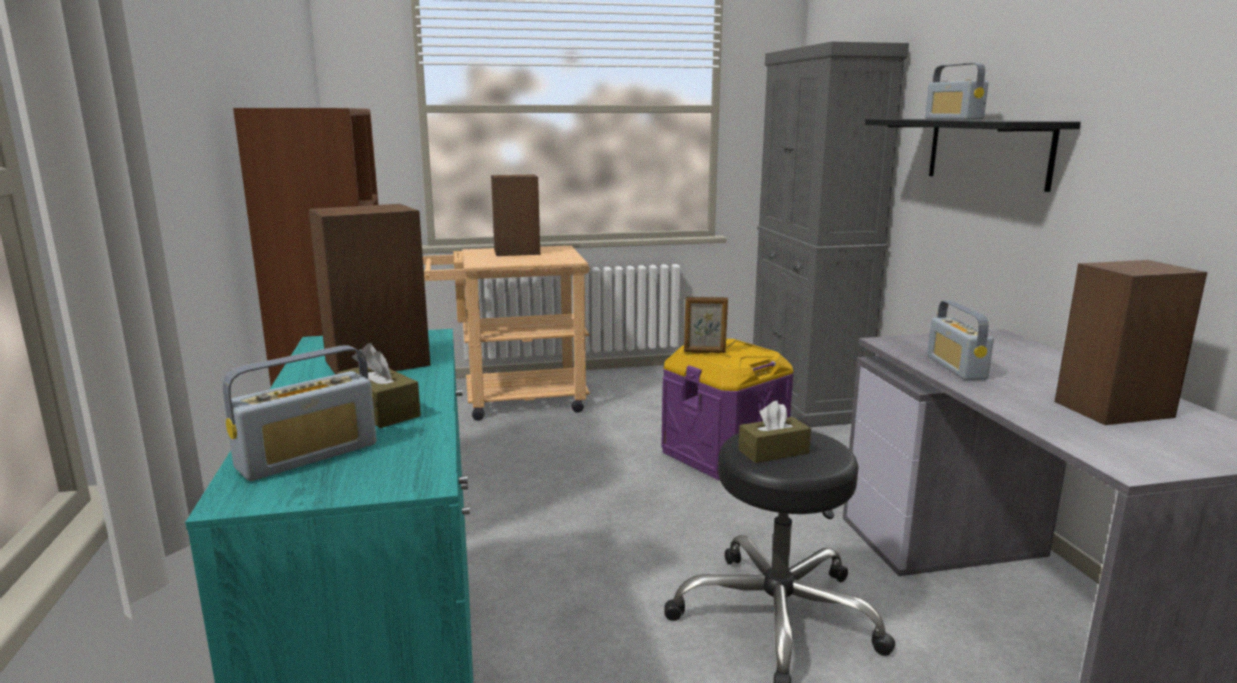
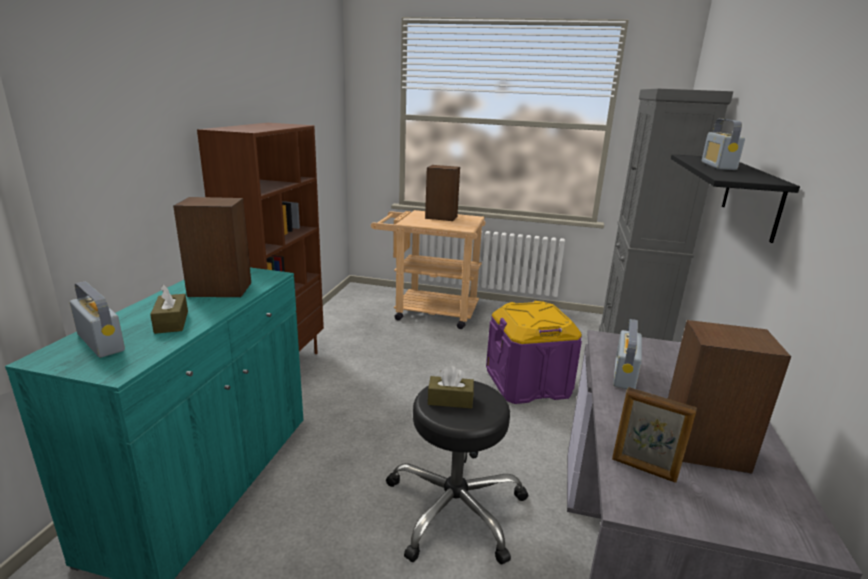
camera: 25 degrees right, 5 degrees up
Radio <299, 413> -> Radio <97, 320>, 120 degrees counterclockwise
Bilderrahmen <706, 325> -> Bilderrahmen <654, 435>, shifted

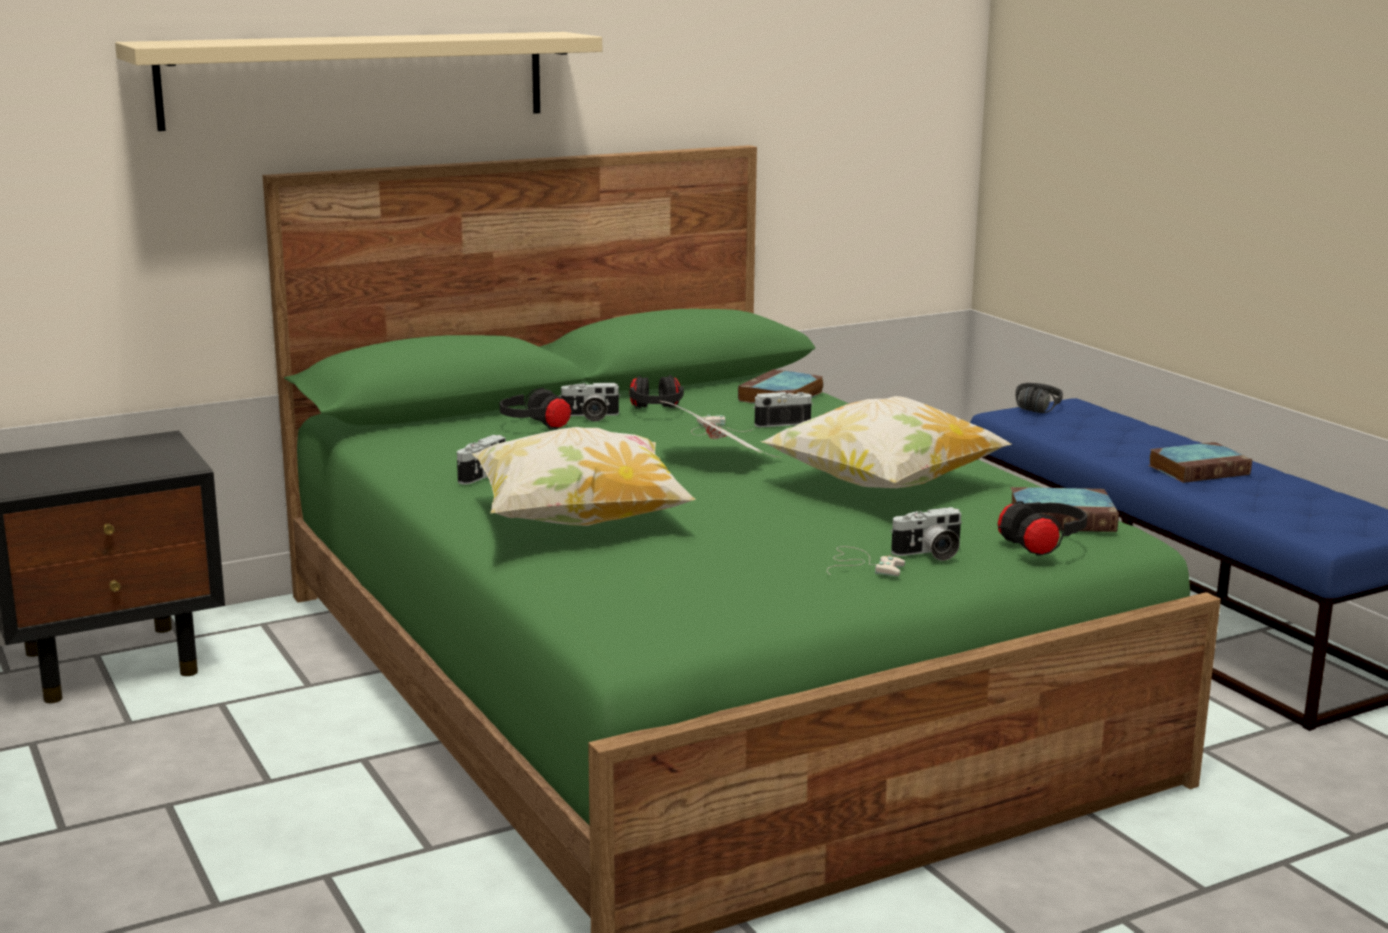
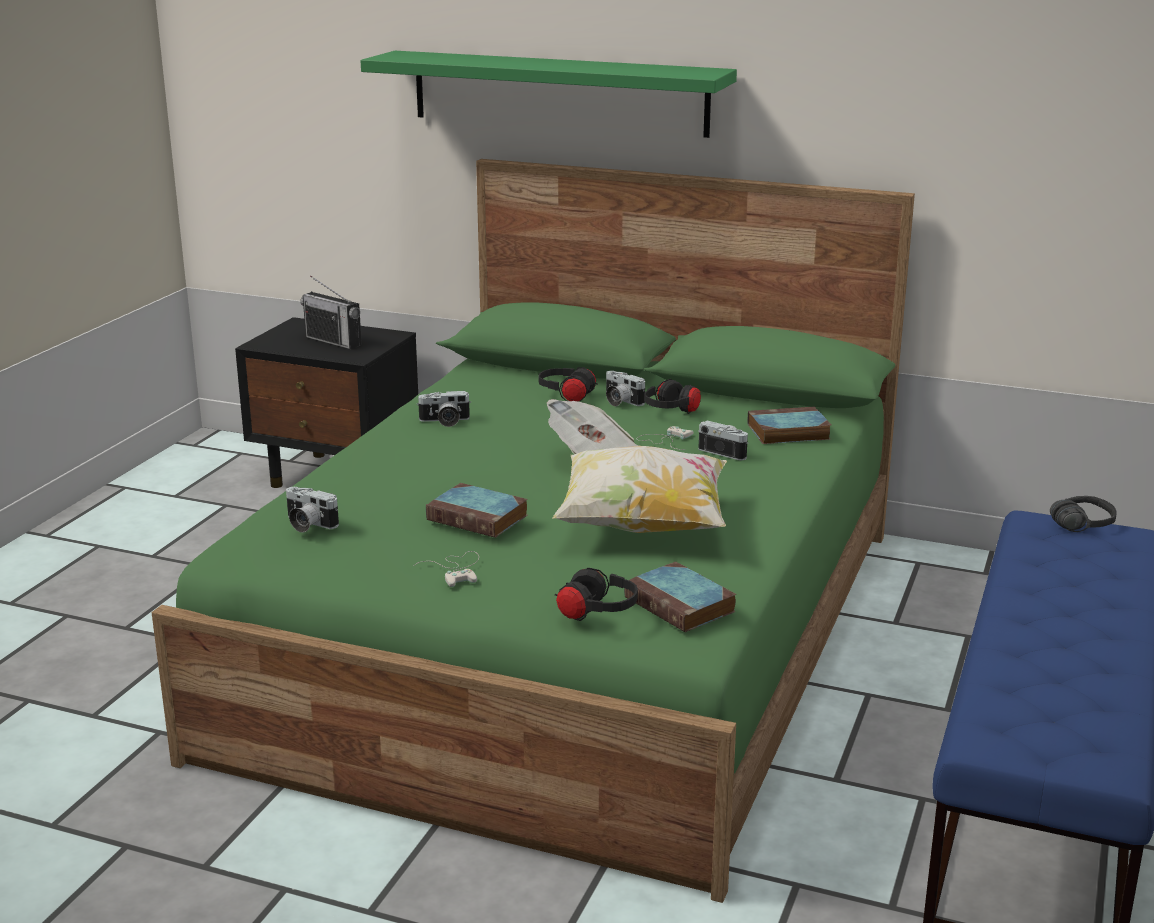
camera: 50 degrees right, 5 degrees up
Kamera <926, 534> -> Kamera <312, 510>, shifted
none -> Radio <331, 312>
Wandregal/beige <358, 81> -> Wandregal/grün <548, 94>
Buch <1200, 462> -> Buch <477, 510>, shifted
Kissen <584, 476> -> none

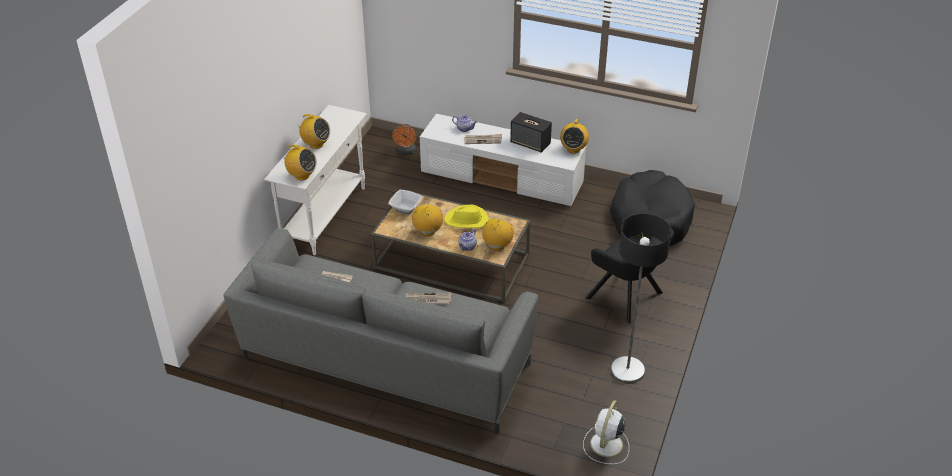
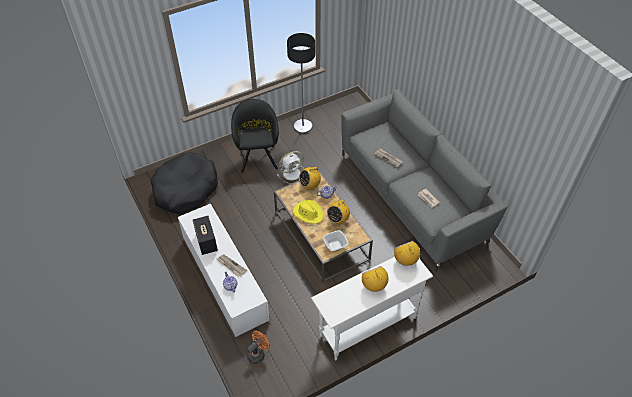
camera: 140 degrees left, 10 degrees up
Ventilator/weiß <606, 432> -> Ventilator/weiß <290, 167>, shifted
Radio <574, 136> -> none

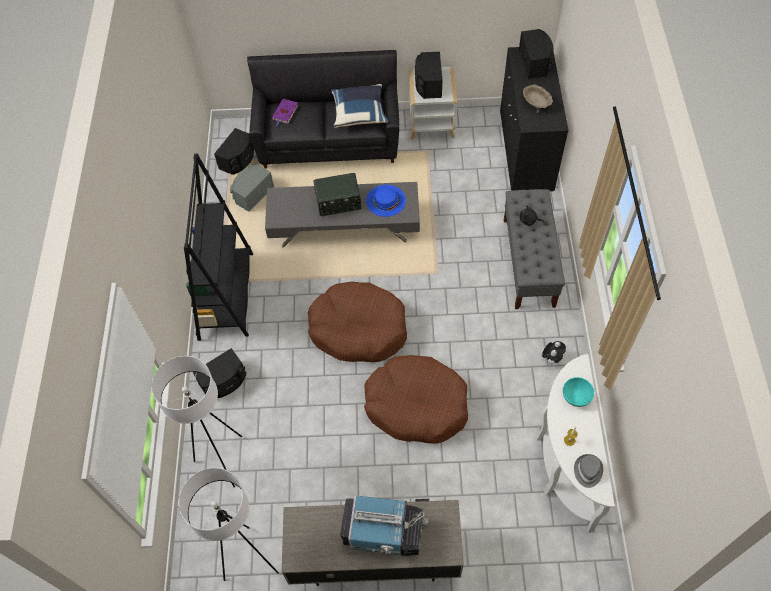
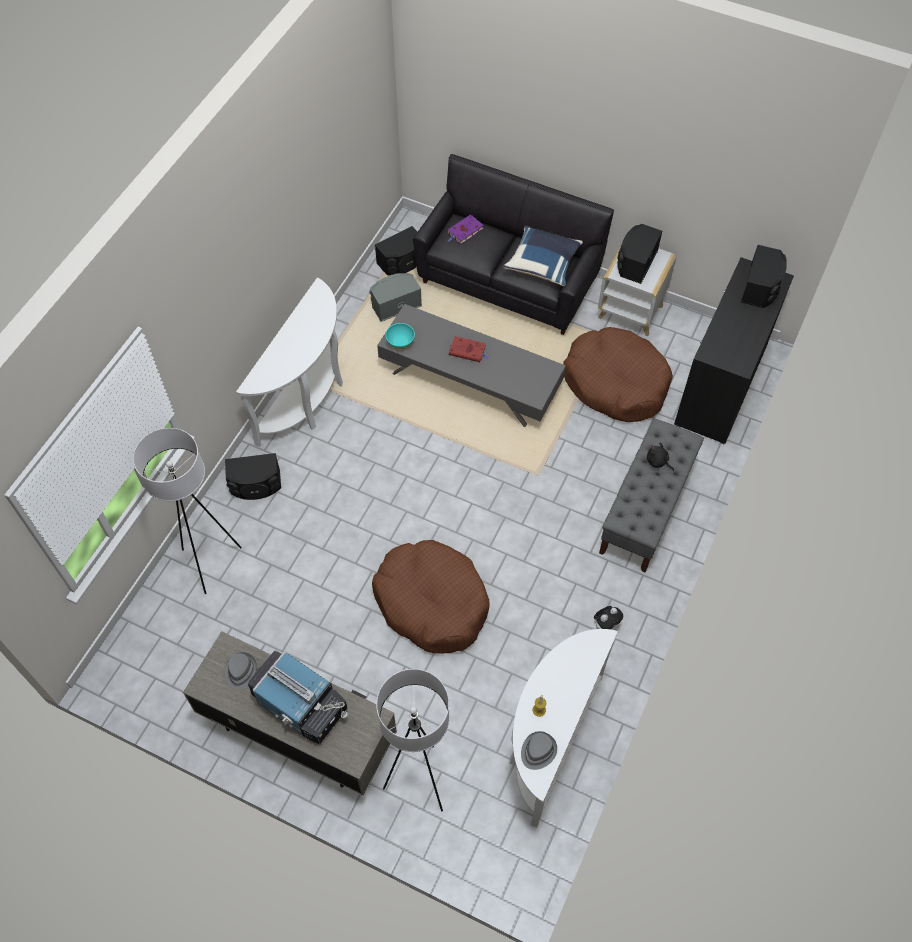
camera: 25 degrees right, 0 degrees up
none -> Hut/grau <241, 671>
Bücherregal/schwarz <218, 247> -> Konsolentisch/weiß <289, 362>
Stehlampe/weiß <229, 524> -> Stehlampe/weiß <413, 740>, shifted
Schüssel/türkis <578, 392> -> Schüssel/türkis <400, 336>, shifted
Radio <337, 194> -> Buch/rot <469, 349>
Hundebett/braun <357, 321> -> Hundebett/braun <618, 374>, shifted
Hut/blau <386, 201> -> none
Schüssel/beige <538, 98> -> none

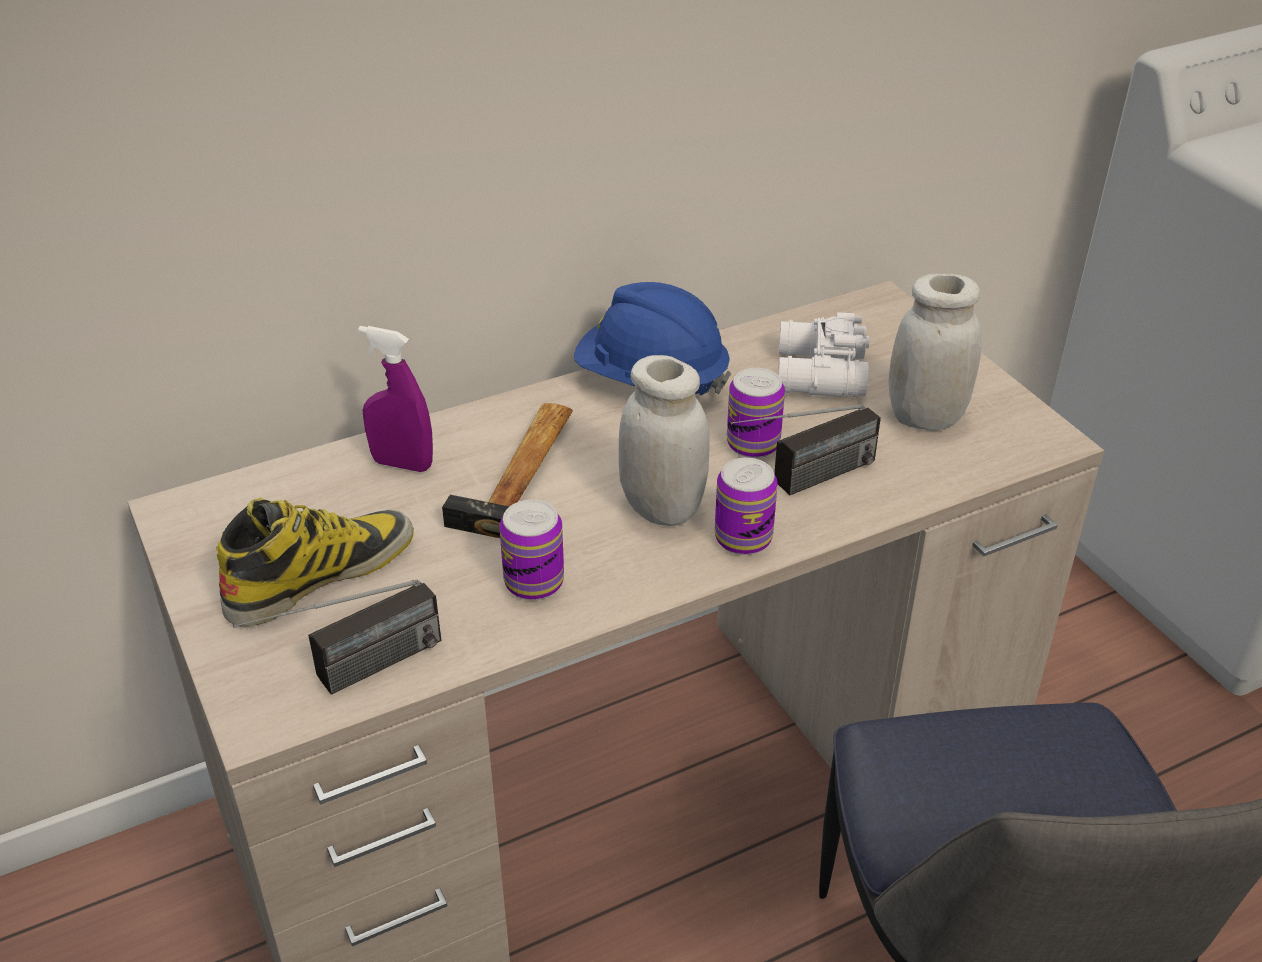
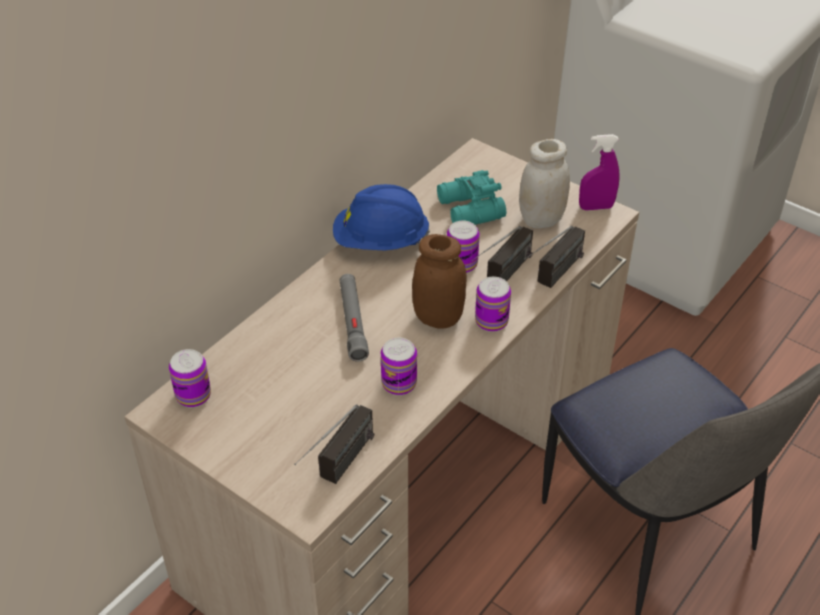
camera: 25 degrees left, 5 degrees up
none -> Dose <190, 378>
Hammer <507, 470> -> Taschenlampe/grau <354, 318>
Vorratsglas/weiß <664, 440> -> Vorratsglas/braun <439, 281>
Fernglas/weiß <823, 354> -> Fernglas/türkis <471, 197>
none -> Radio <554, 257>
Sprühflasche/lila <395, 399> -> Sprühflasche/lila <599, 172>, shifted
Stiefel <315, 562> -> none

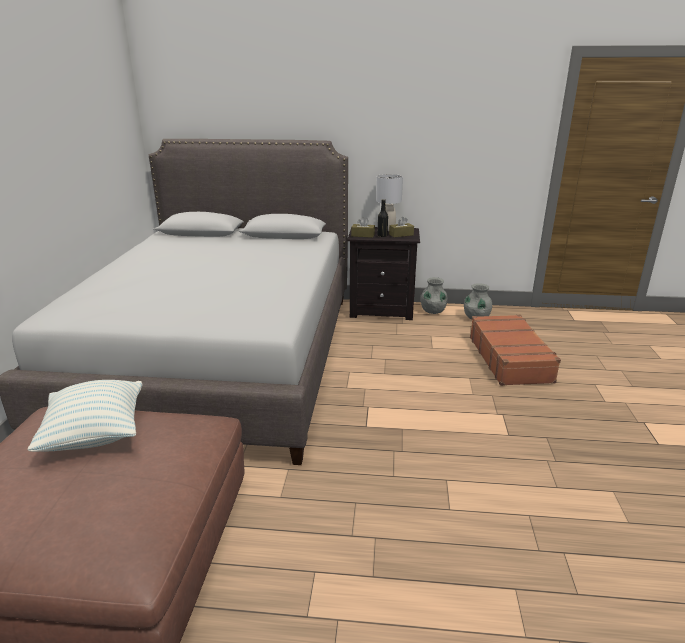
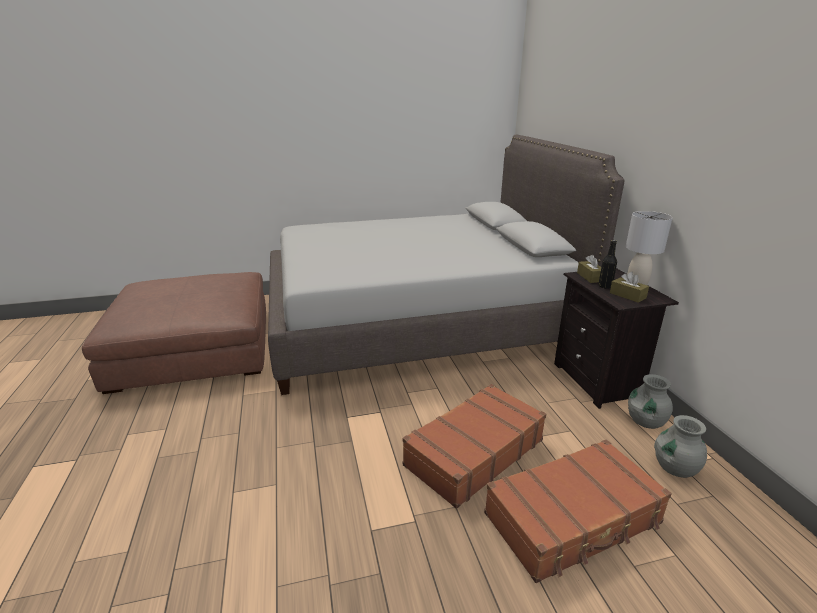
camera: 70 degrees right, 0 degrees up
none -> Koffer/braun <474, 446>
Kissen <85, 416> -> none

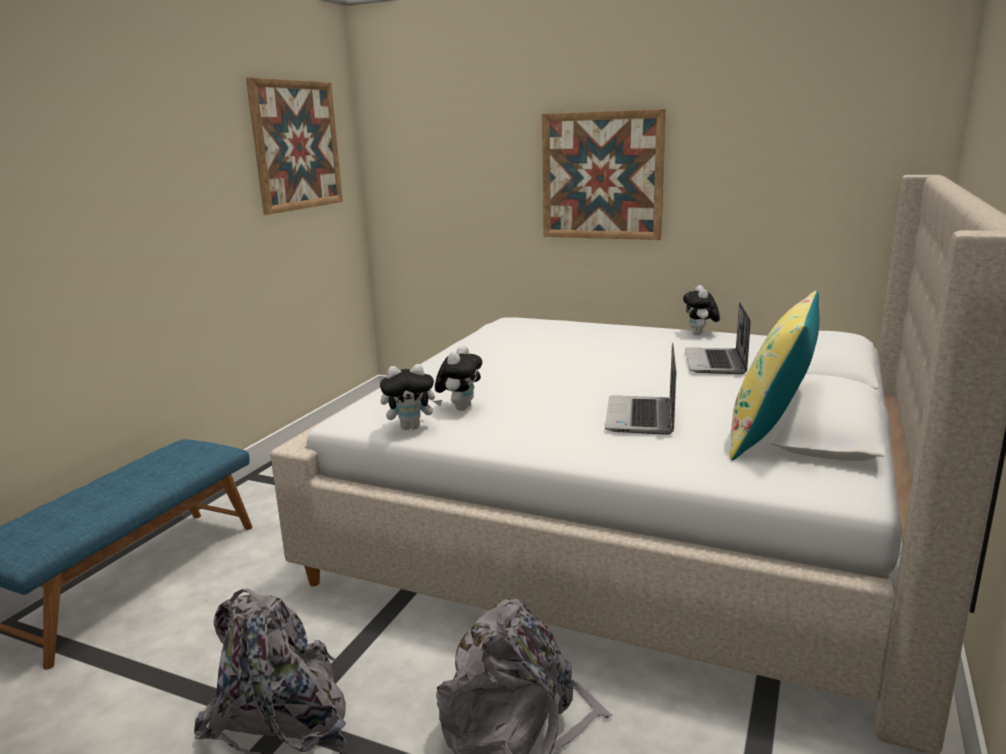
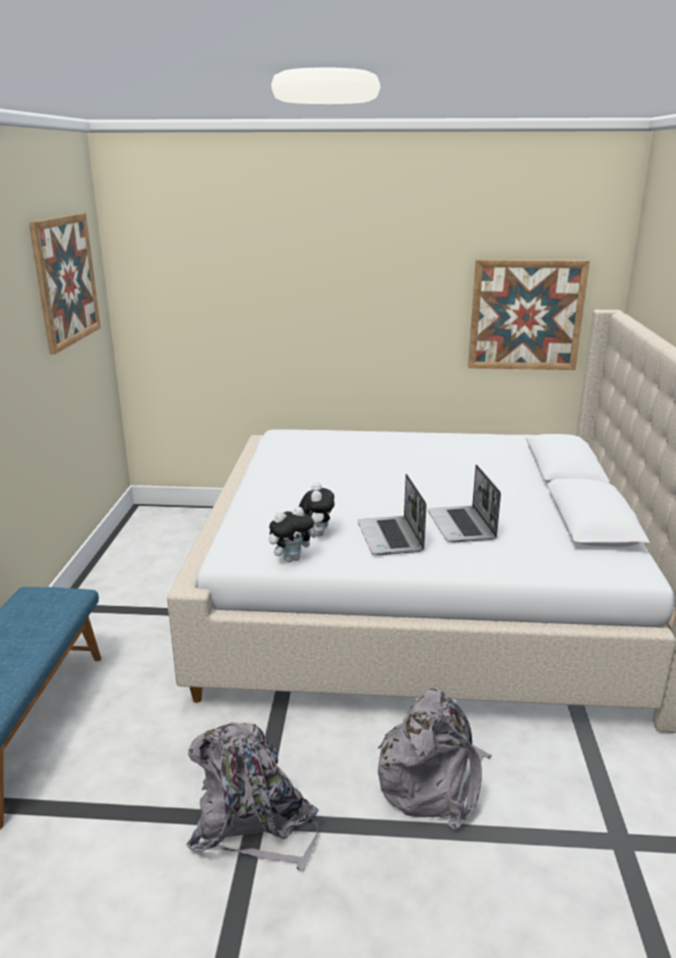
camera: 20 degrees left, 5 degrees up
Laptop <718, 338> -> Laptop <391, 514>, shifted
Bild <604, 174> -> Bild <529, 315>, shifted
Plüschtier <701, 310> -> none
Kissen/gelb <775, 375> -> none

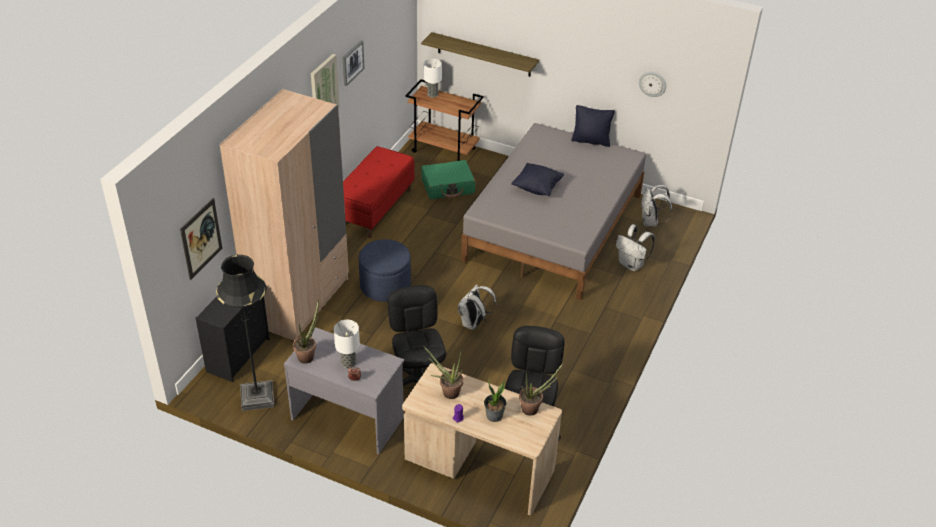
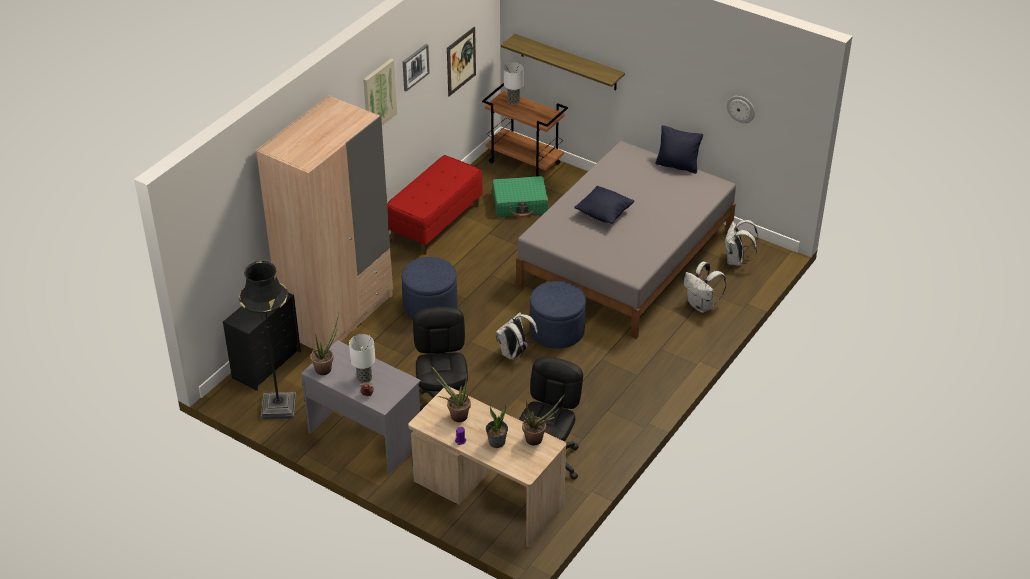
camera: 10 degrees right, 0 degrees up
Bild <201, 239> -> Bild <461, 61>, shifted
none -> Polsterhocker/blau <558, 315>

